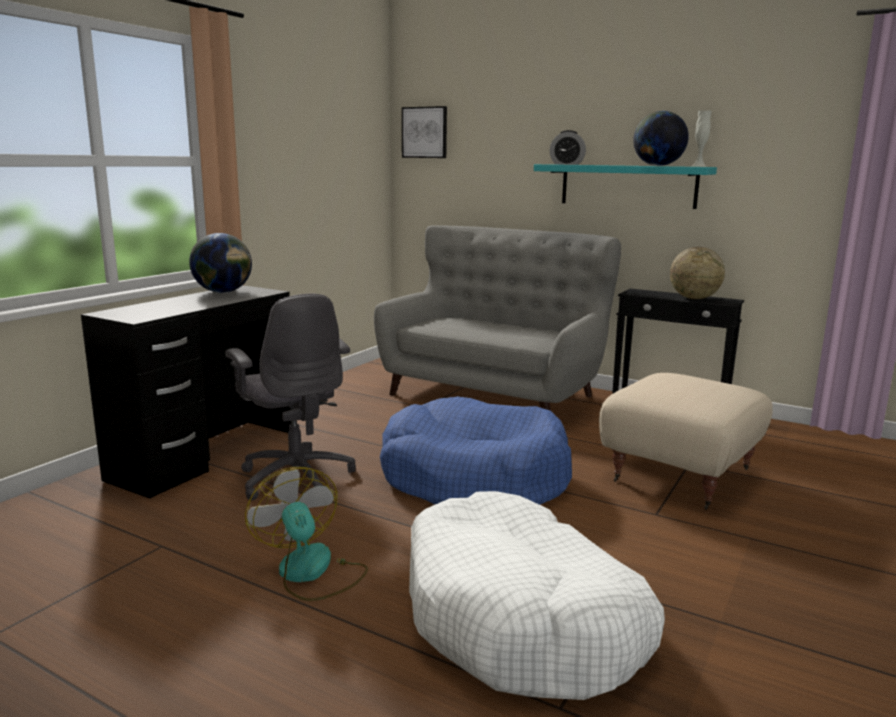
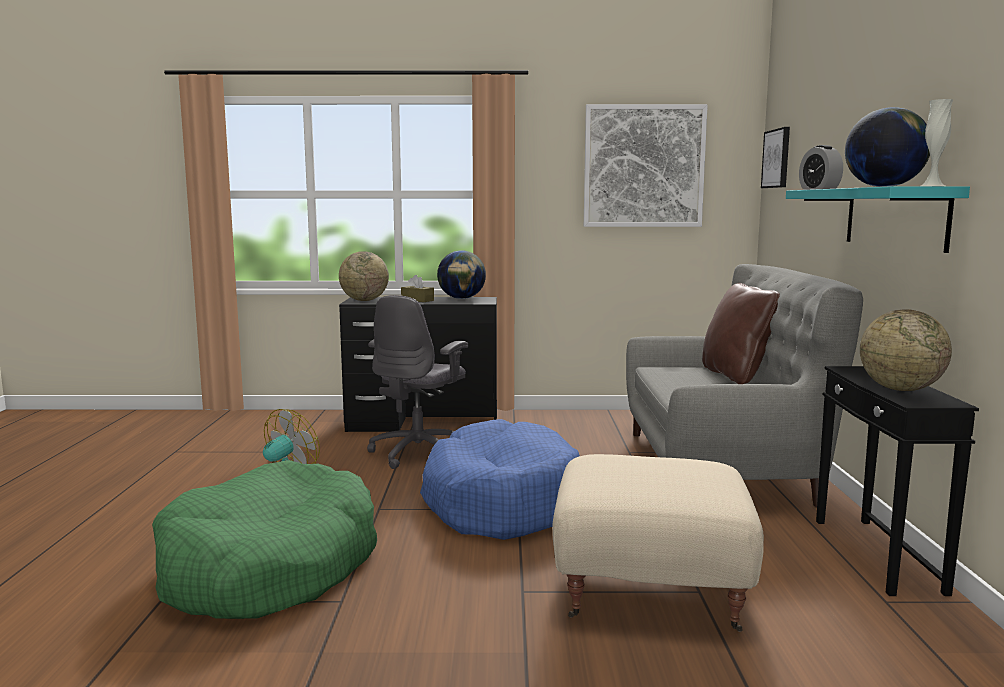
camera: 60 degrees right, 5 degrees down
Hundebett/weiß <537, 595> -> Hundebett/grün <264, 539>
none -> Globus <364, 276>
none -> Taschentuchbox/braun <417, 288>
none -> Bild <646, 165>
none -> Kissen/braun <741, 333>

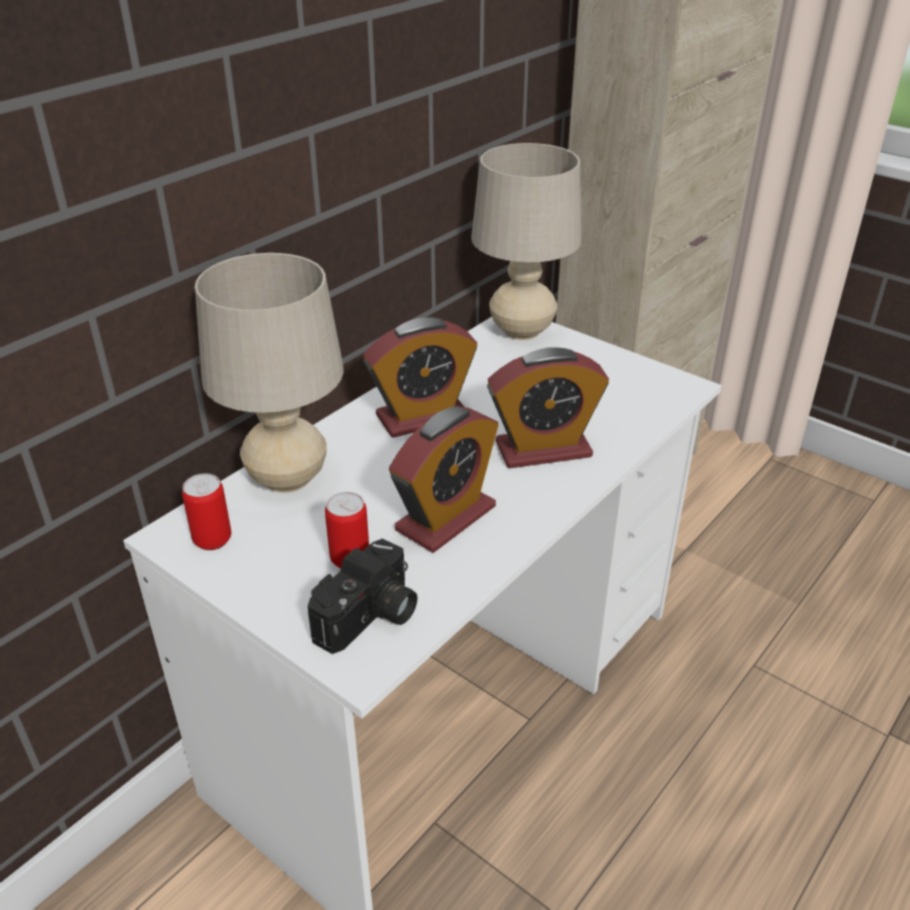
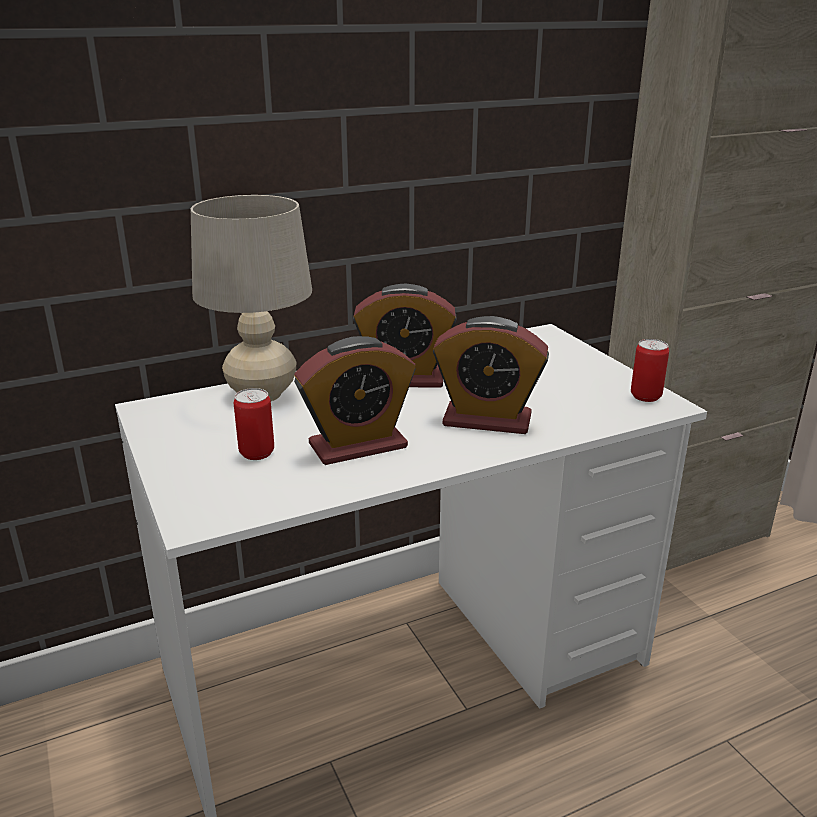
camera: 25 degrees right, 10 degrees down
Dose <206, 511> -> Dose <650, 370>, shifted
Kamera <363, 596> -> none
Tischlampe/beige <526, 241> -> none

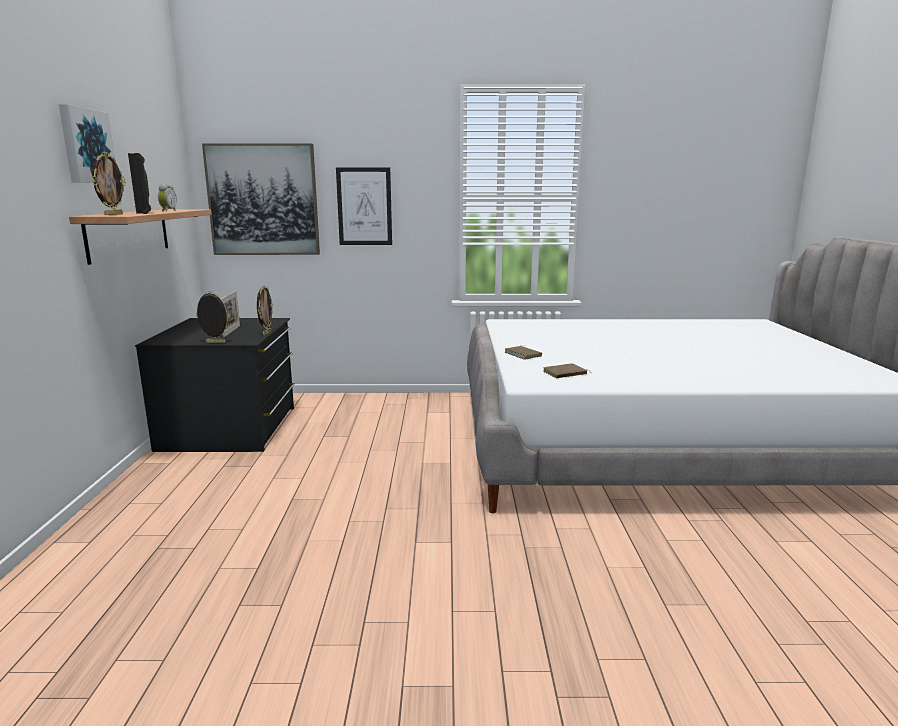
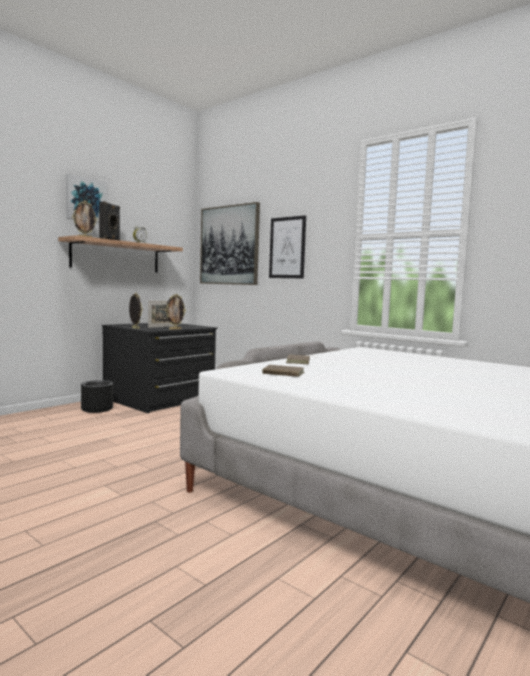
camera: 40 degrees right, 10 degrees down
none -> Pflanzkübel/schwarz <97, 396>

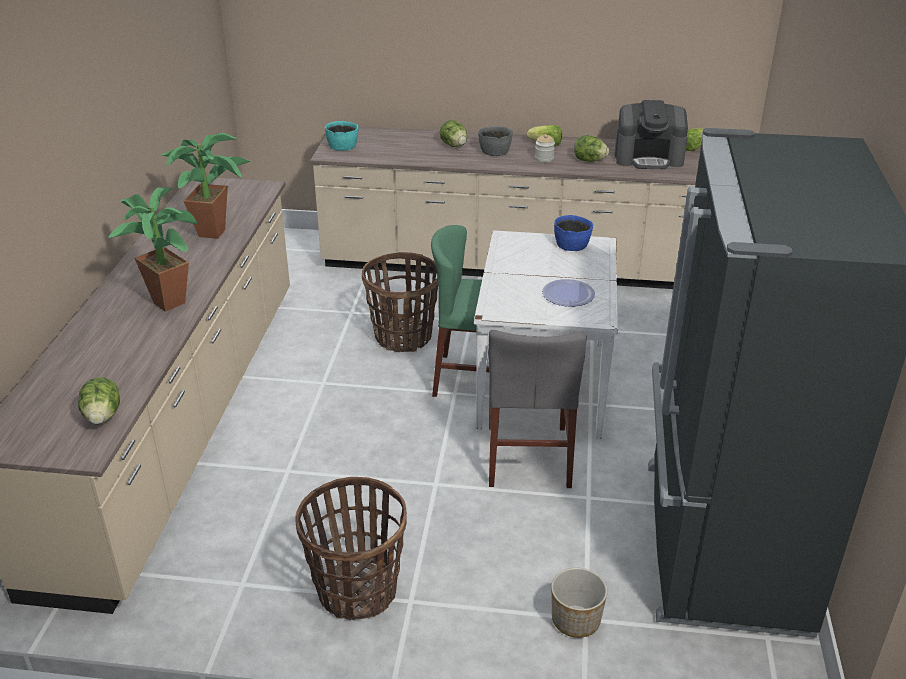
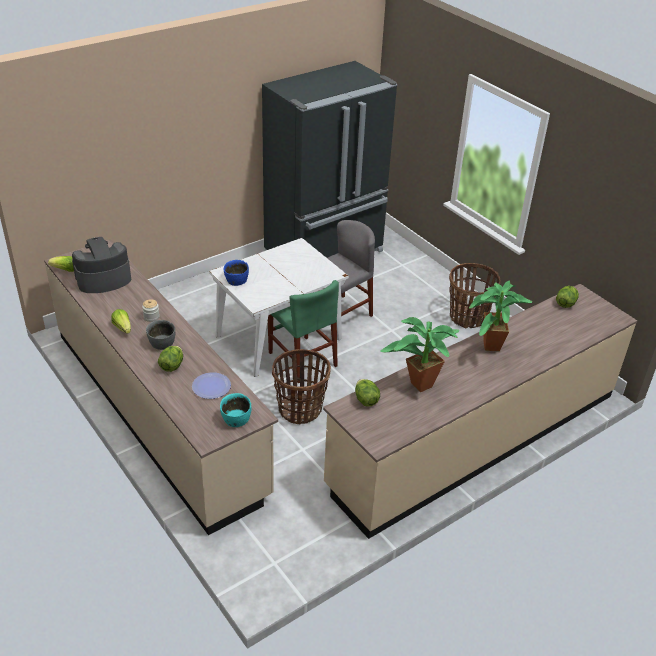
camera: 135 degrees left, 5 degrees up
Kaffeemaschine <651, 134> -> Kaffeemaschine <101, 265>, 75 degrees counterclockwise
Teller <568, 293> -> Teller <211, 385>, shifted
Salatkopf <591, 148> -> Salatkopf <367, 393>, shifted
Pflanzkübel <579, 603> -> none

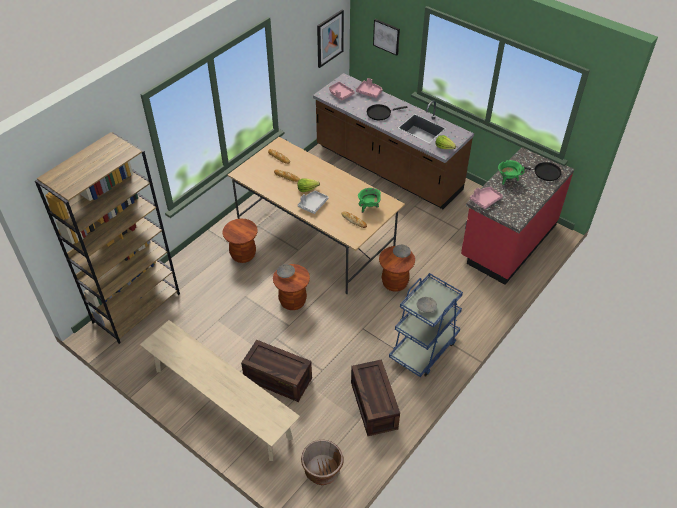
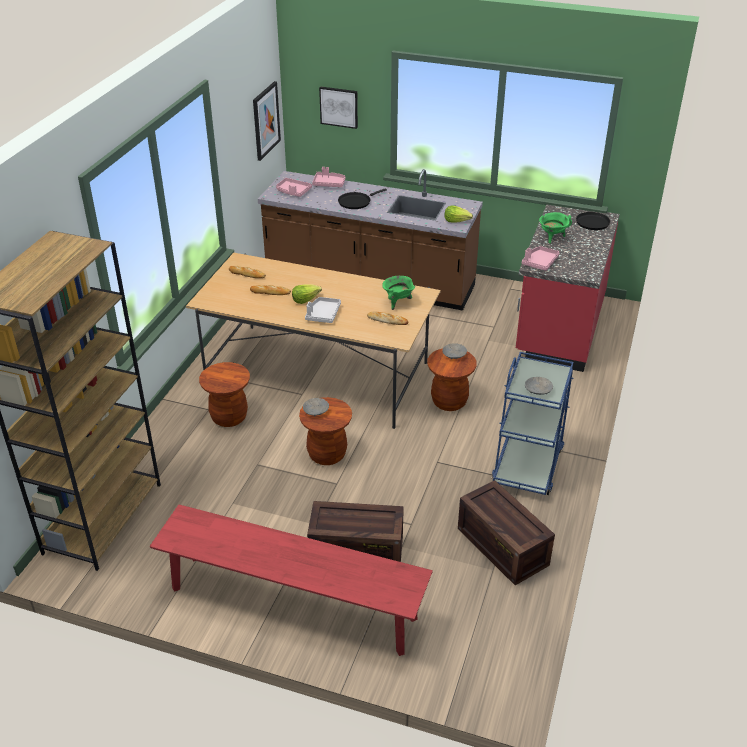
camera: 20 degrees left, 10 degrees down
Bank/beige <220, 390> -> Bank/rot <291, 580>
Pflanzkübel/braun <322, 462> -> none

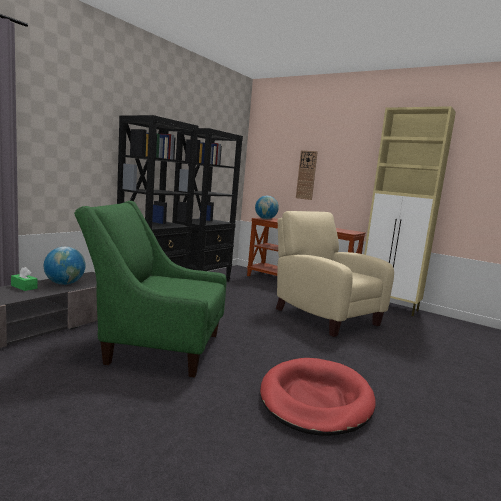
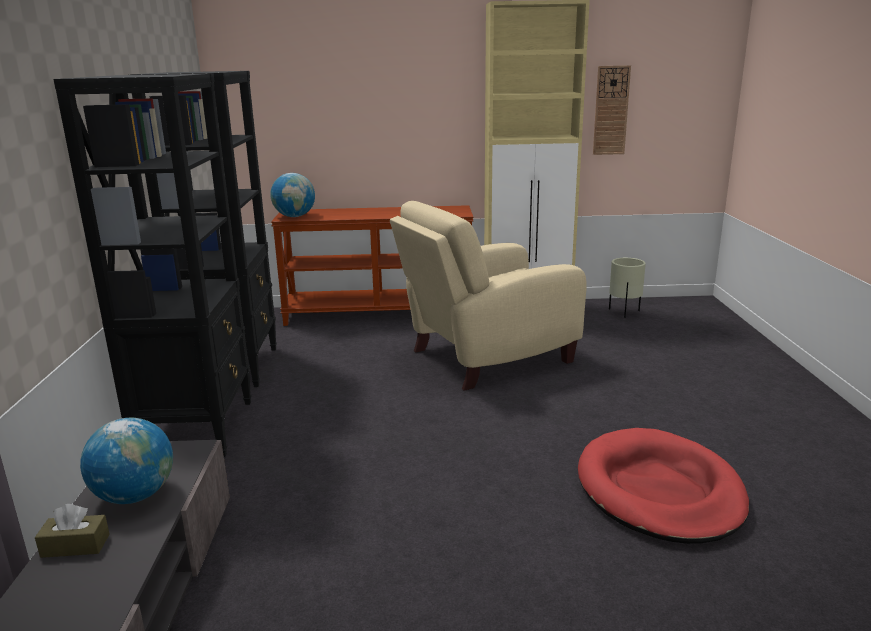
camera: 35 degrees left, 10 degrees up
Taschentuchbox/grün <24, 279> -> Taschentuchbox/braun <72, 531>
Sessel/beige <334, 274> -> Sessel/beige <488, 296>, 45 degrees counterclockwise
Wanduhr <307, 175> -> Wanduhr <612, 110>, shifted
none -> Pflanzkübel/beige <627, 288>
Sessel/grün <150, 289> -> none

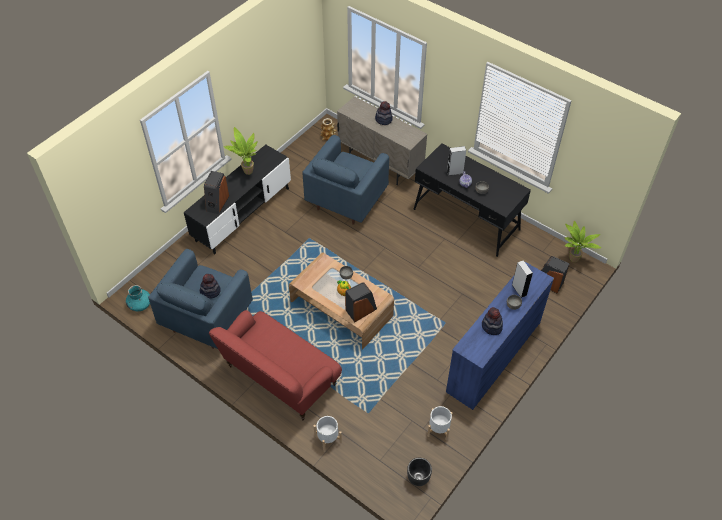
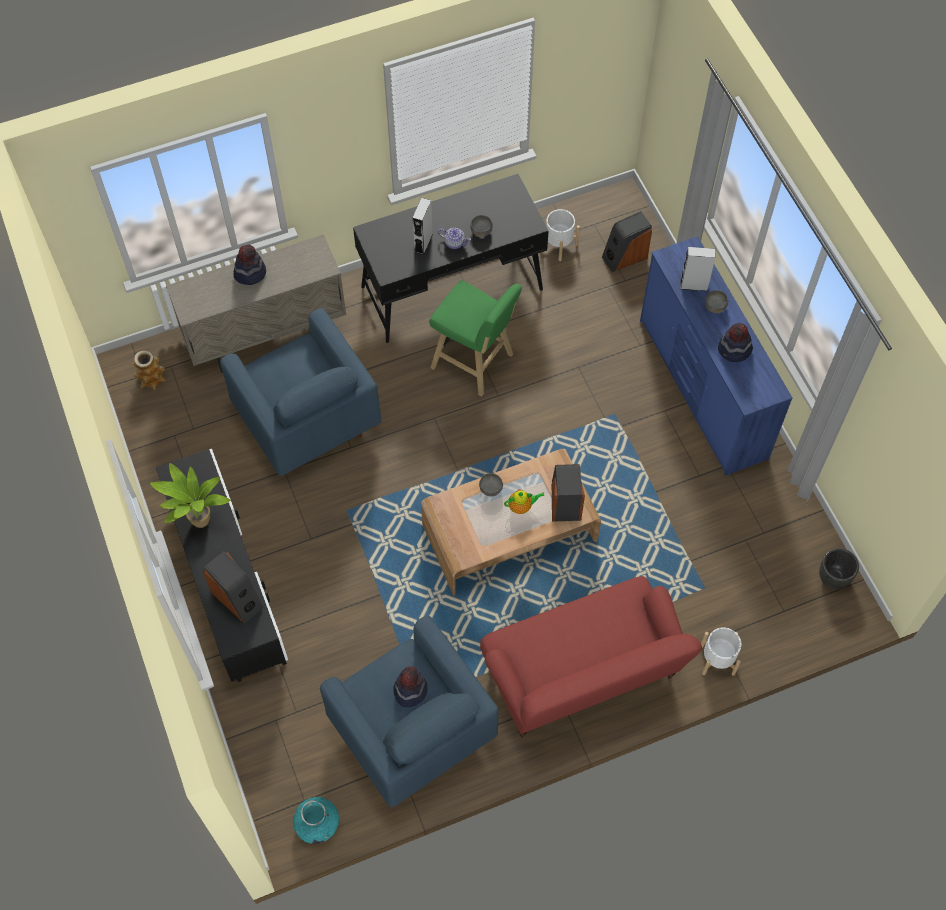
camera: 60 degrees left, 10 degrees up
none -> Hocker/grün <475, 338>
Pflanzkübel/weiß <439, 423> -> Pflanzkübel/weiß <563, 235>, shifted
Topfpflanze <583, 241> -> none

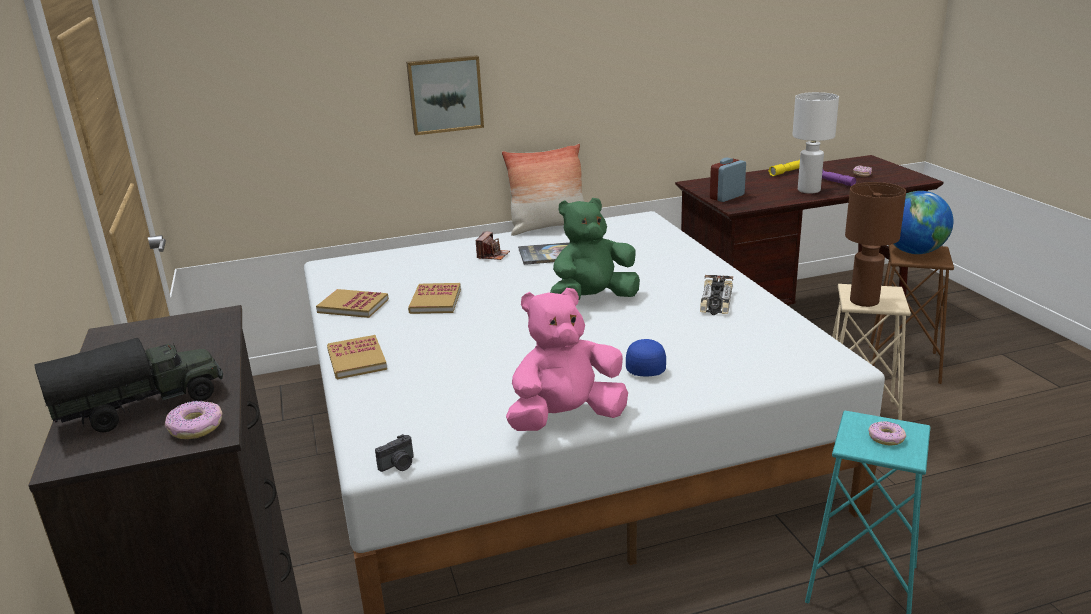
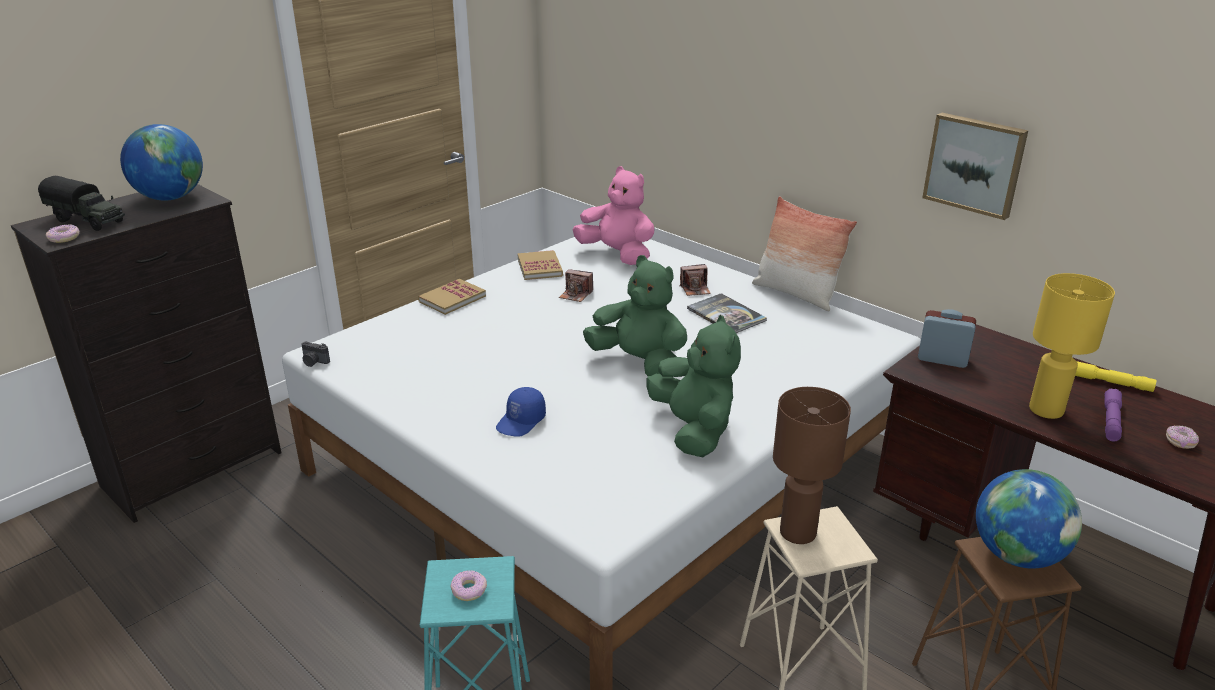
camera: 60 degrees right, 5 degrees up
none -> Globus <161, 162>
Kappe/blau <646, 358> -> Kappe/blau <521, 412>, 150 degrees clockwise
Buch <434, 298> -> Kamera <576, 285>
Plüschtier/rosa <567, 359> -> Plüschtier/rosa <613, 215>, shifted
Spielzeugauto <716, 295> -> Plüschtier/grün <694, 386>
Bild <445, 95> -> Bild <975, 166>, shifted
Tischlampe/weiß <815, 142> -> Tischlampe/gelb <1072, 346>

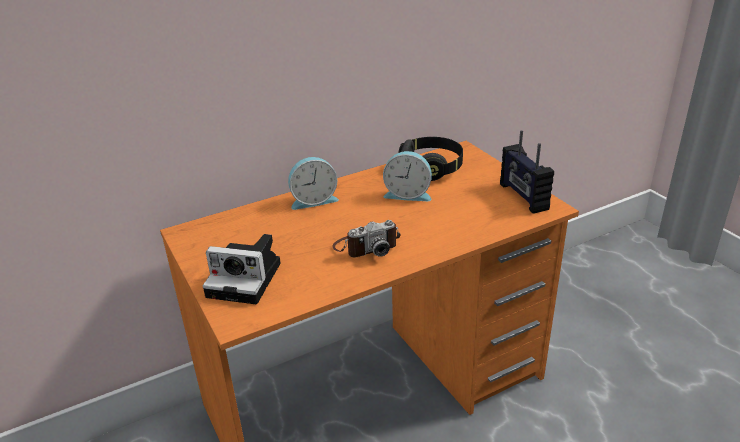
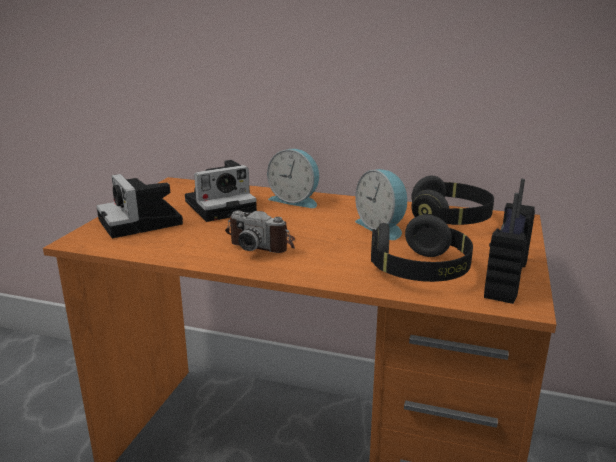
camera: 45 degrees right, 10 degrees down
none -> Kamera <221, 191>
none -> Kopfhörer/schwarz <422, 248>

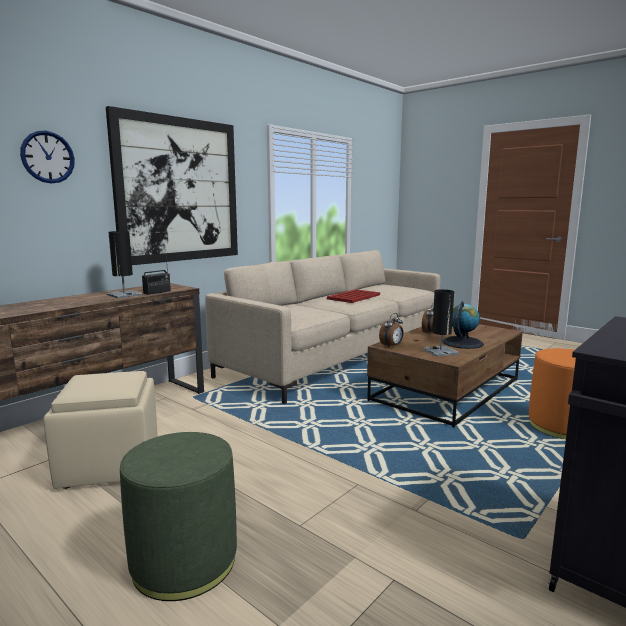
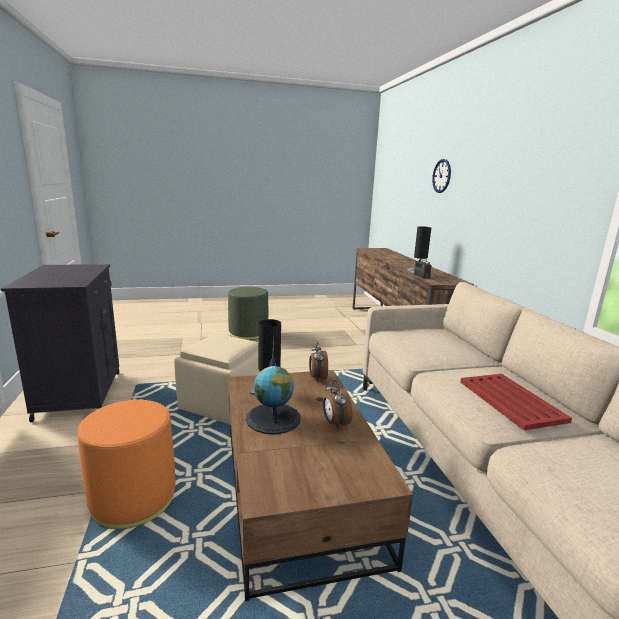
camera: 125 degrees right, 5 degrees up
Polsterhocker/beige <101, 430> -> Polsterhocker/beige <217, 379>, shifted
Bild <172, 185> -> none

